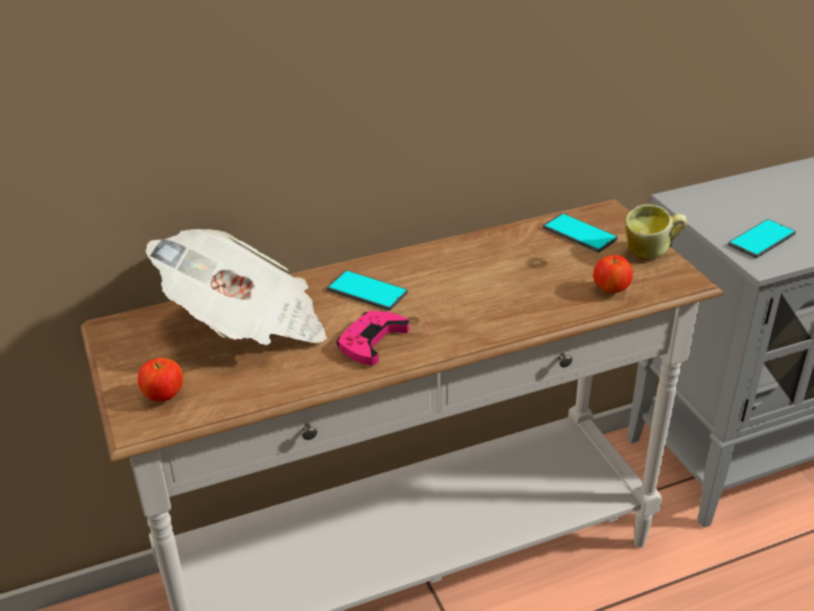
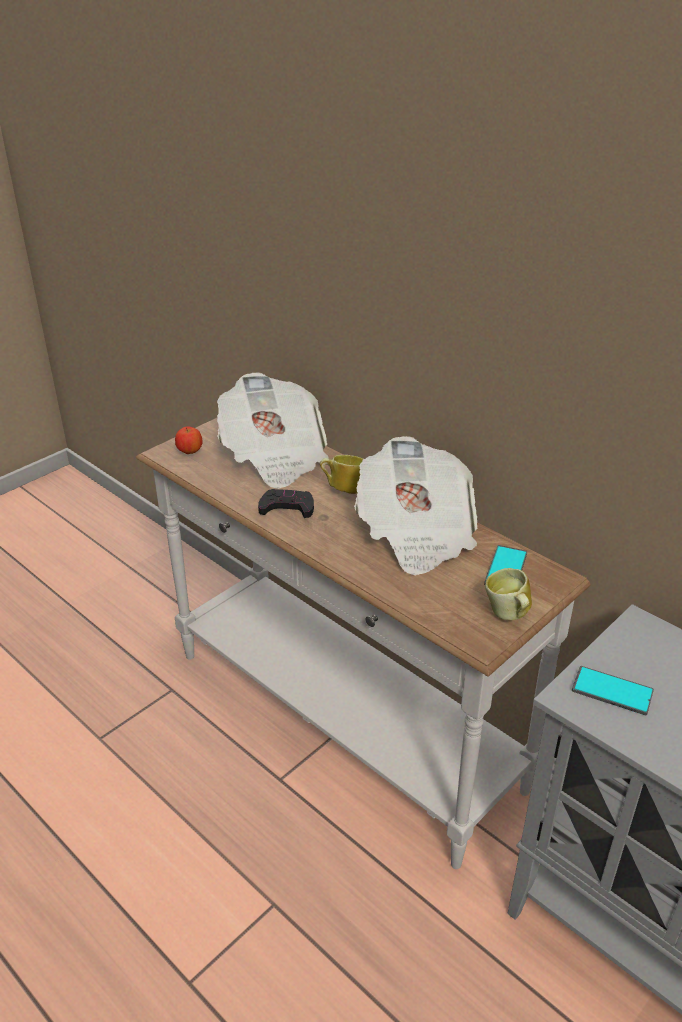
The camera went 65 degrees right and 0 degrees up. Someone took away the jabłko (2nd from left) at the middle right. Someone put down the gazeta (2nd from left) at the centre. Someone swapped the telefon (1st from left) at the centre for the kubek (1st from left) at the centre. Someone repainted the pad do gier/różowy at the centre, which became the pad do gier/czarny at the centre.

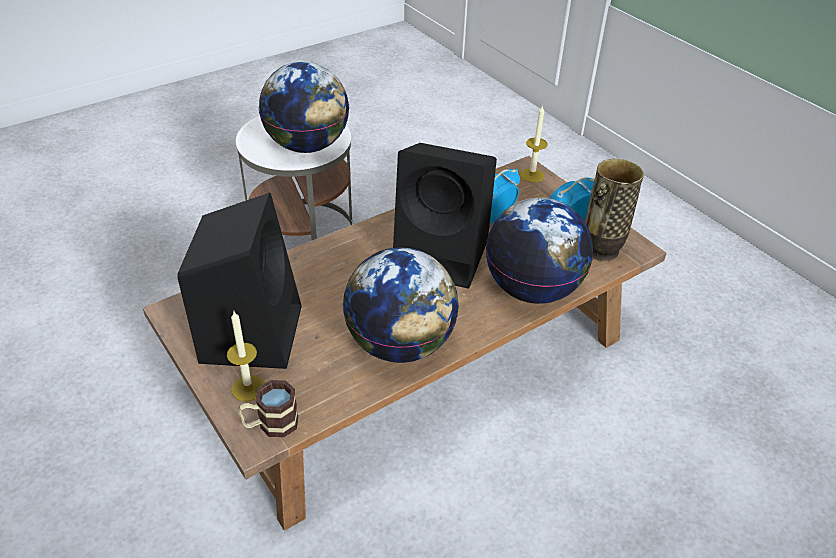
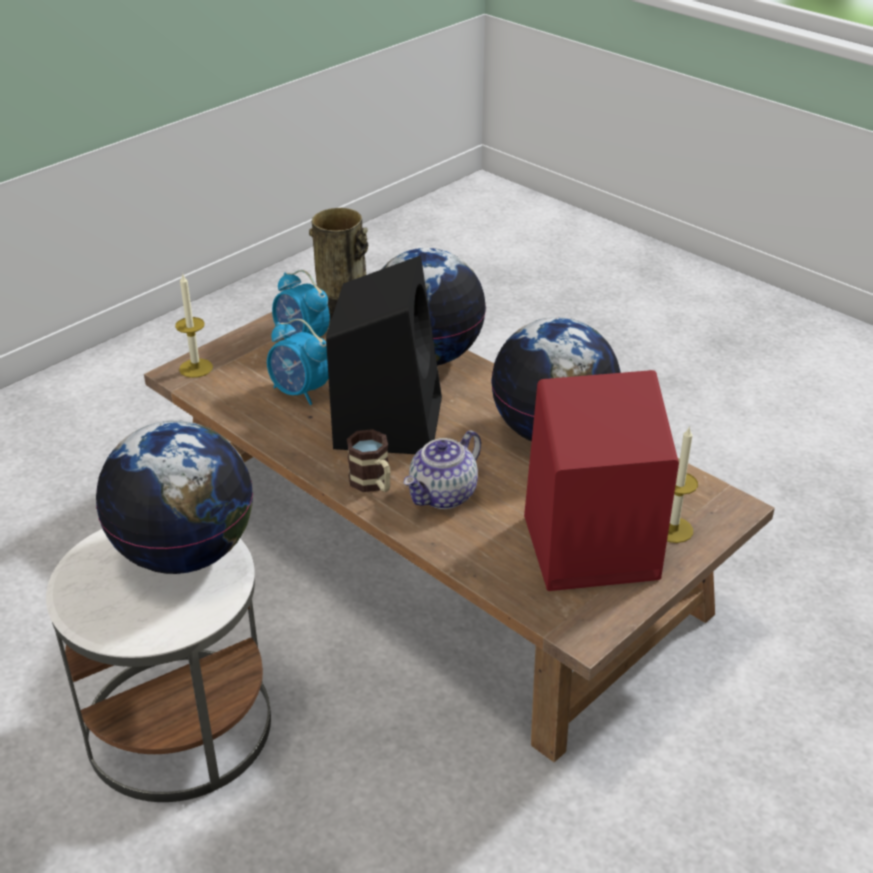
The camera went 100 degrees left and 5 degrees down. Someone put down the imbryk at the centre. Someone carried the kubek from the bottom left to the centre. Someone repainted the głośnik/czarny (1st from left) at the middle left, which became the głośnik/czerwony at the middle right.

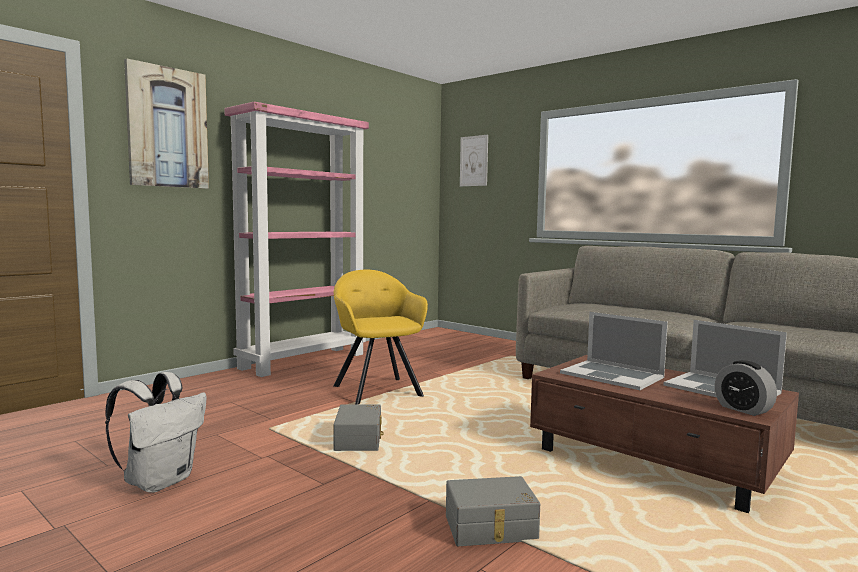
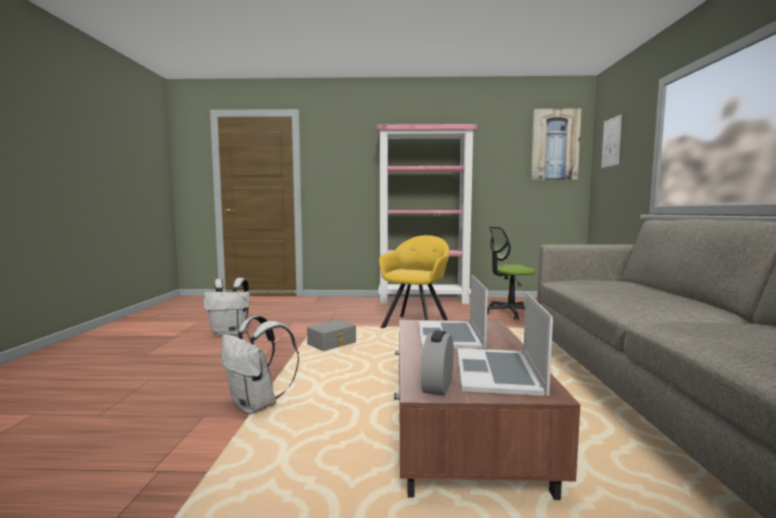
The camera went 50 degrees right and 0 degrees up. Someone put down the krzesło biurowe at the centre. Someone carried the obraz (1st from left) from the top left to the top right. Someone swapped the pojemnik do przechowywania/szary (2nd from left) at the bottom centre for the plecak/biały (2nd from left) at the bottom centre.

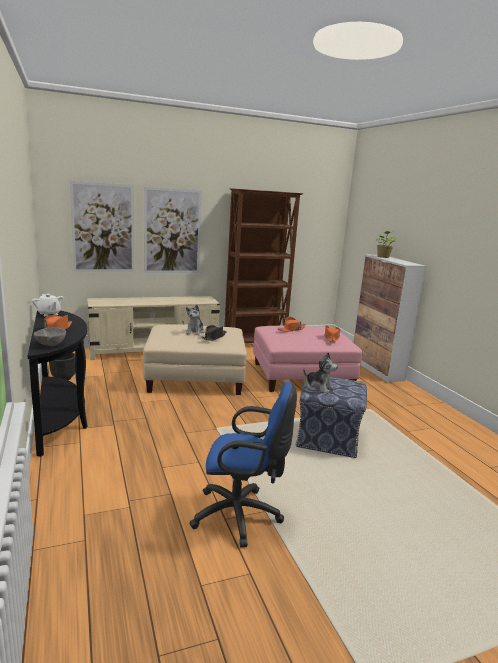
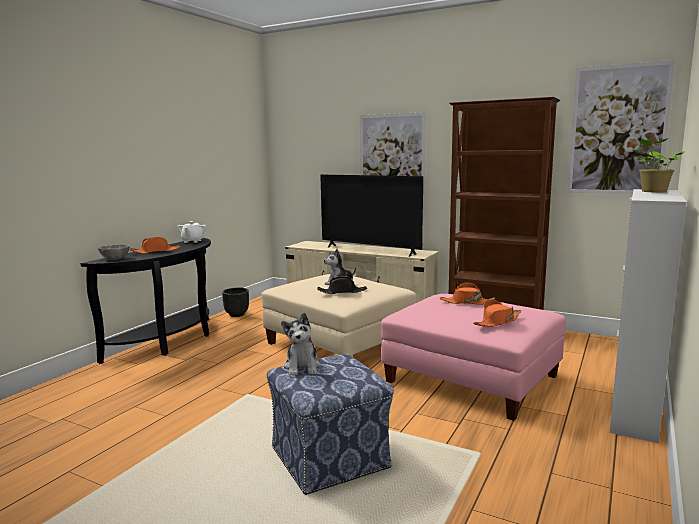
The camera went 50 degrees right and 5 degrees down. Someone took away the krzesło biurowe/niebieski at the bottom centre. Someone put down the telewizor at the centre. Someone carried the obraz (1st from left in the first image) from the middle left to the top right.

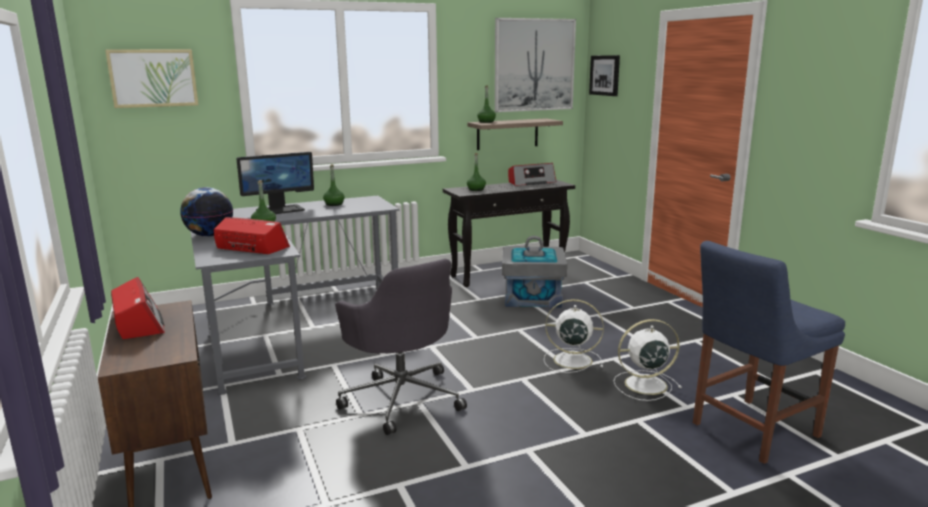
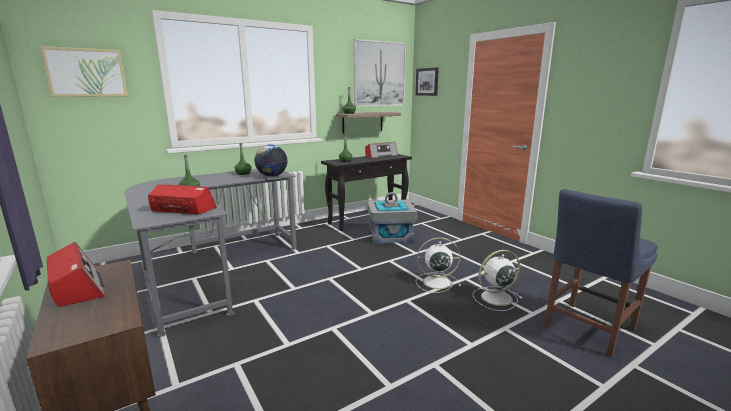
The camera went 10 degrees left and 0 degrees up. Someone took away the monitor at the middle left. Someone took away the krzesło biurowe/szary at the bottom centre. Someone carried the globus from the middle left to the centre.

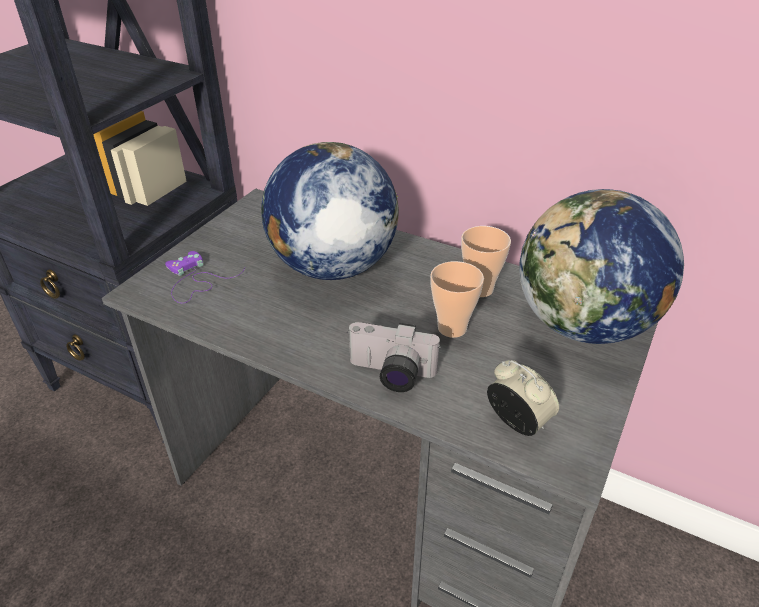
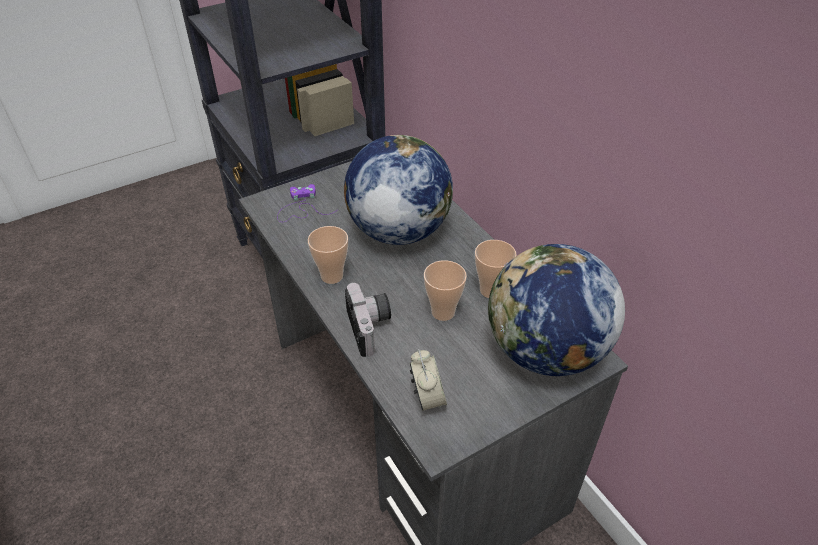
The camera went 30 degrees right and 5 degrees up. Someone put down the filiżanka (1st from left) at the centre. Someone rotated the aparat fotograficzny at the centre by 150 degrees counterclockwise.

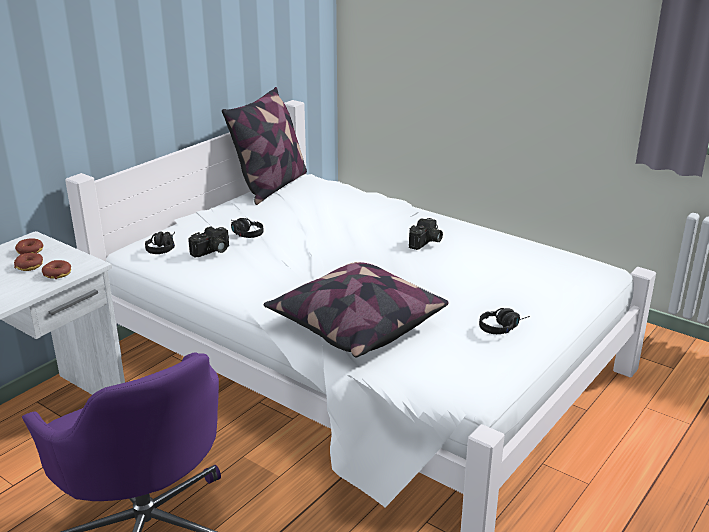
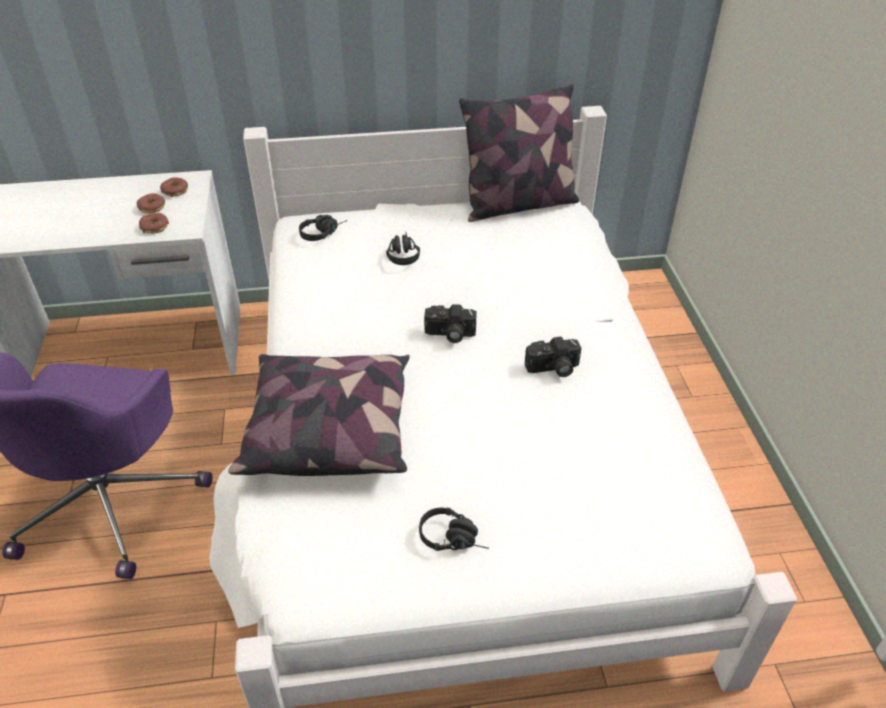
The camera went 45 degrees right and 15 degrees up. Someone carried the aparat fotograficzny (1st from left) from the middle left to the centre.

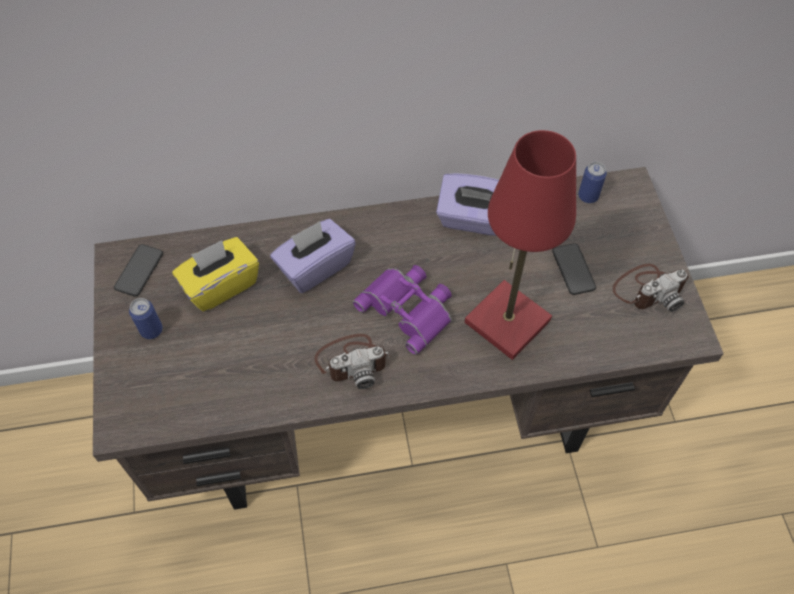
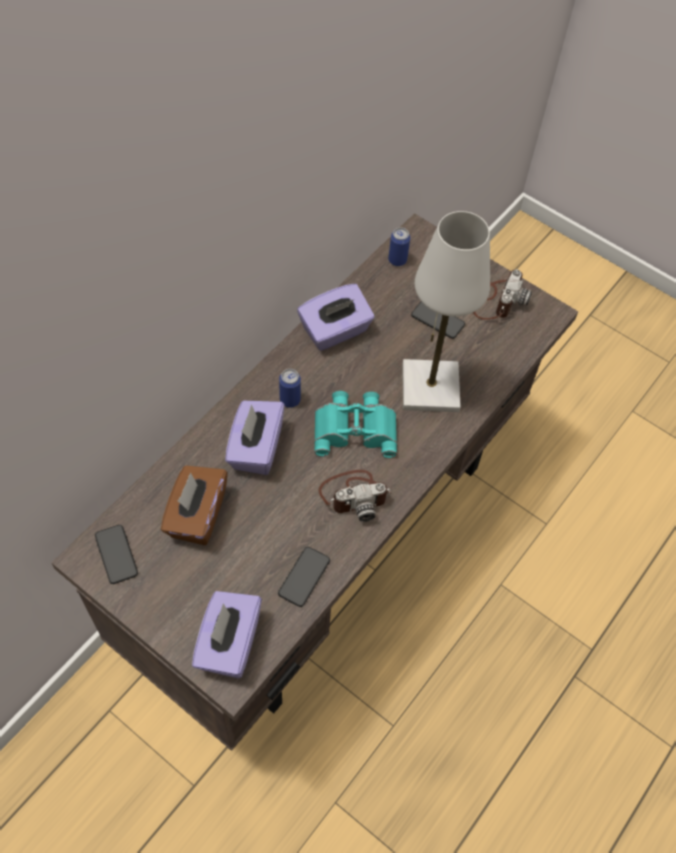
The camera went 45 degrees left and 0 degrees up. Someone put down the pudełko chusteczek/fioletowy (1st from left) at the bottom centre. Someone put down the telefon (2nd from left) at the bottom centre. Someone carried the puszka (1st from left) from the middle left to the centre. Someone repainted the pudełko chusteczek/żółty at the middle left, which became the pudełko chusteczek/brązowy at the middle left. Someone repainted the lornetka/fioletowy at the centre, which became the lornetka/turkusowy at the centre. Someone repainted the lampa stołowa/czerwony at the centre, which became the lampa stołowa/biały at the centre. Someone rotated the aparat fotograficzny (1st from left) at the centre by 45 degrees clockwise.

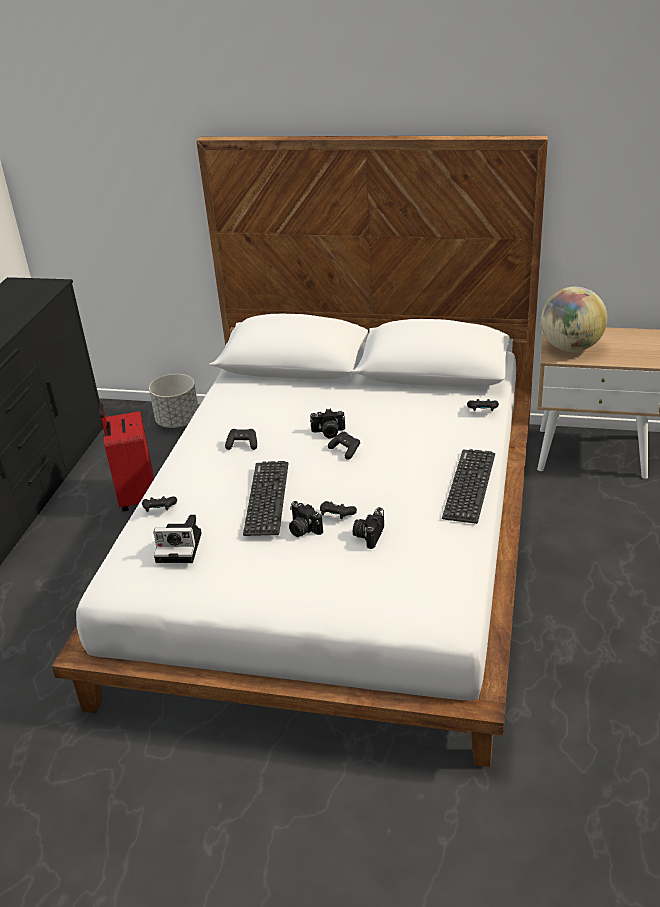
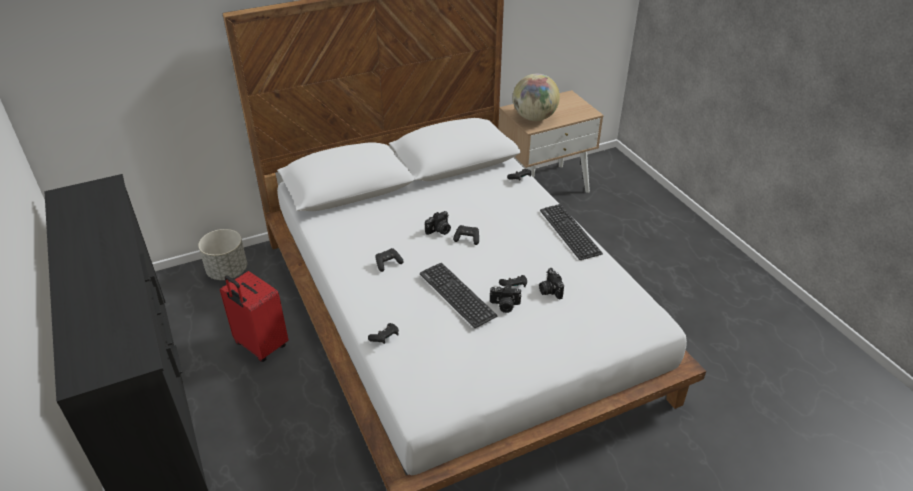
The camera went 40 degrees left and 5 degrees up. Someone took away the aparat fotograficzny (1st from left) at the middle left.

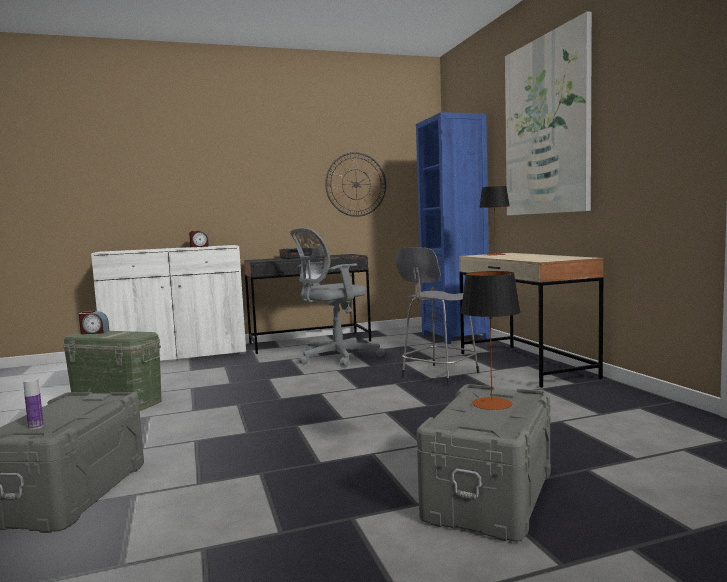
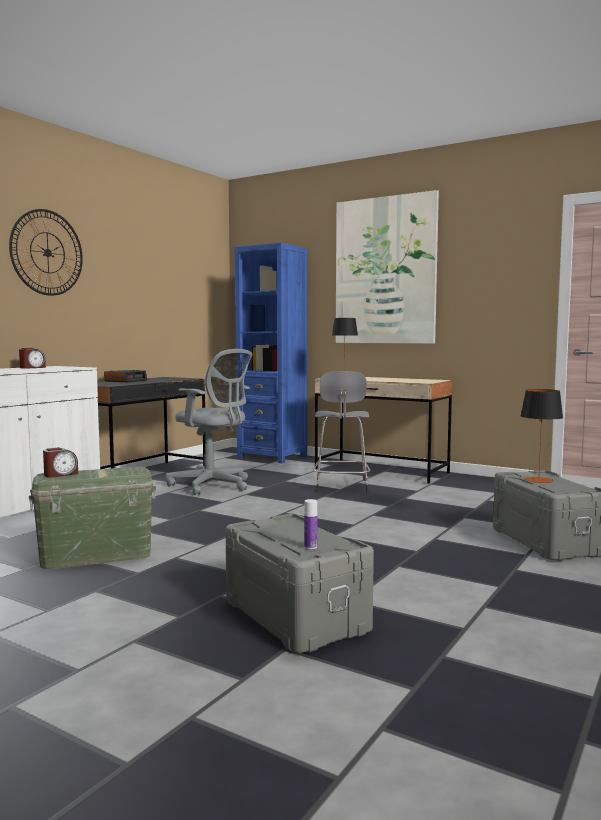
The camera went 40 degrees left and 0 degrees up. Someone carried the zegar ścienny from the top centre to the top left. Someone rotated the krzesło biurowe/szary at the centre by 75 degrees counterclockwise.

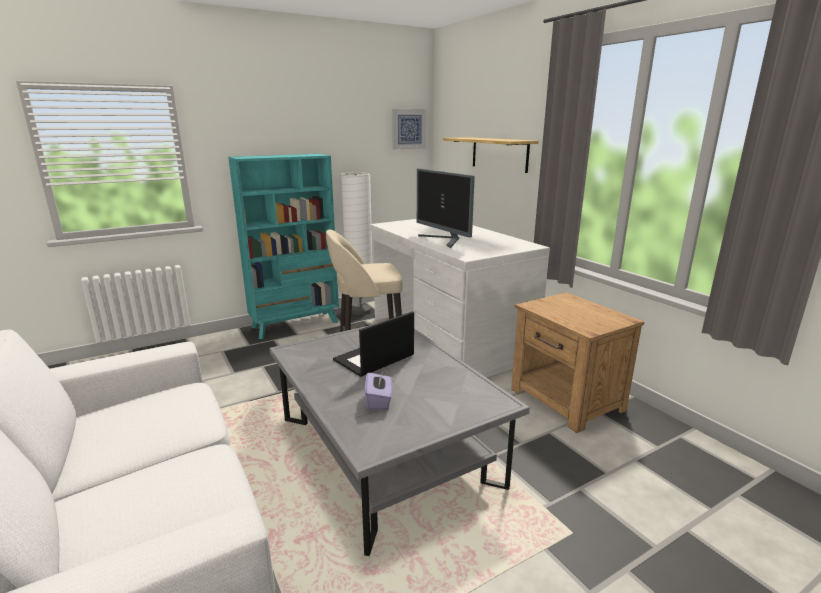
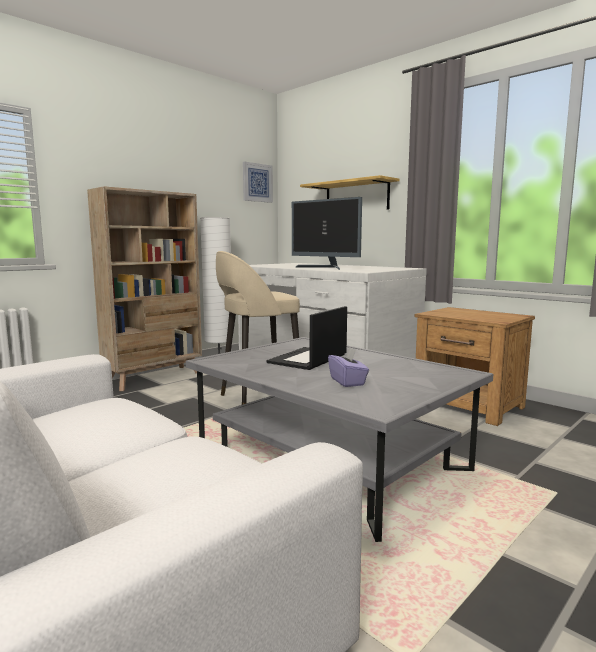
The camera went 15 degrees left and 10 degrees down. Someone repainted the regał/turkusowy at the centre, which became the regał/beżowy at the middle left.

